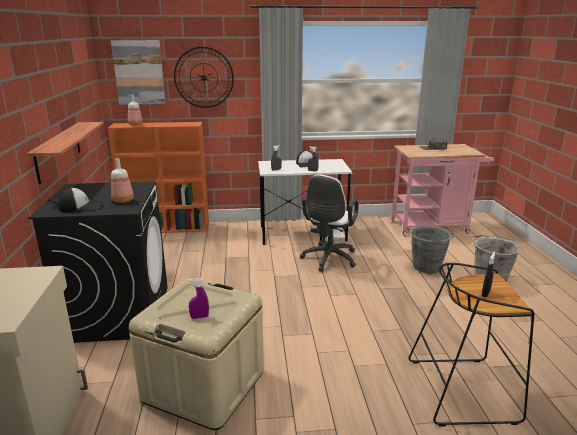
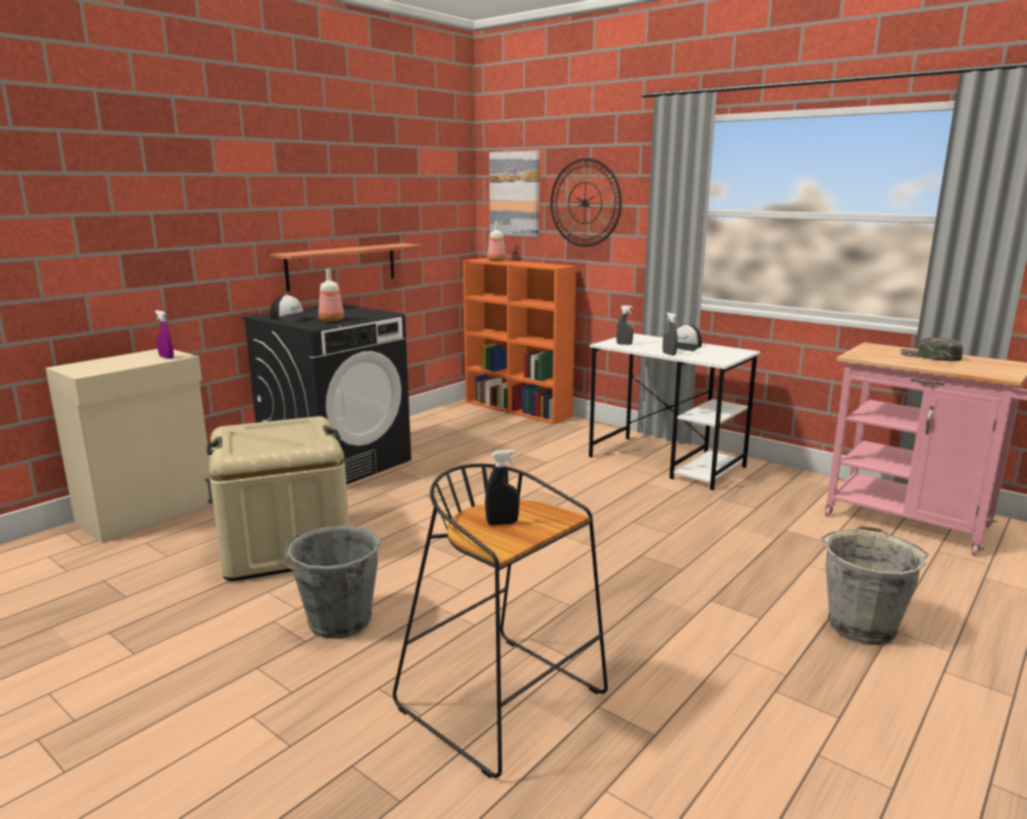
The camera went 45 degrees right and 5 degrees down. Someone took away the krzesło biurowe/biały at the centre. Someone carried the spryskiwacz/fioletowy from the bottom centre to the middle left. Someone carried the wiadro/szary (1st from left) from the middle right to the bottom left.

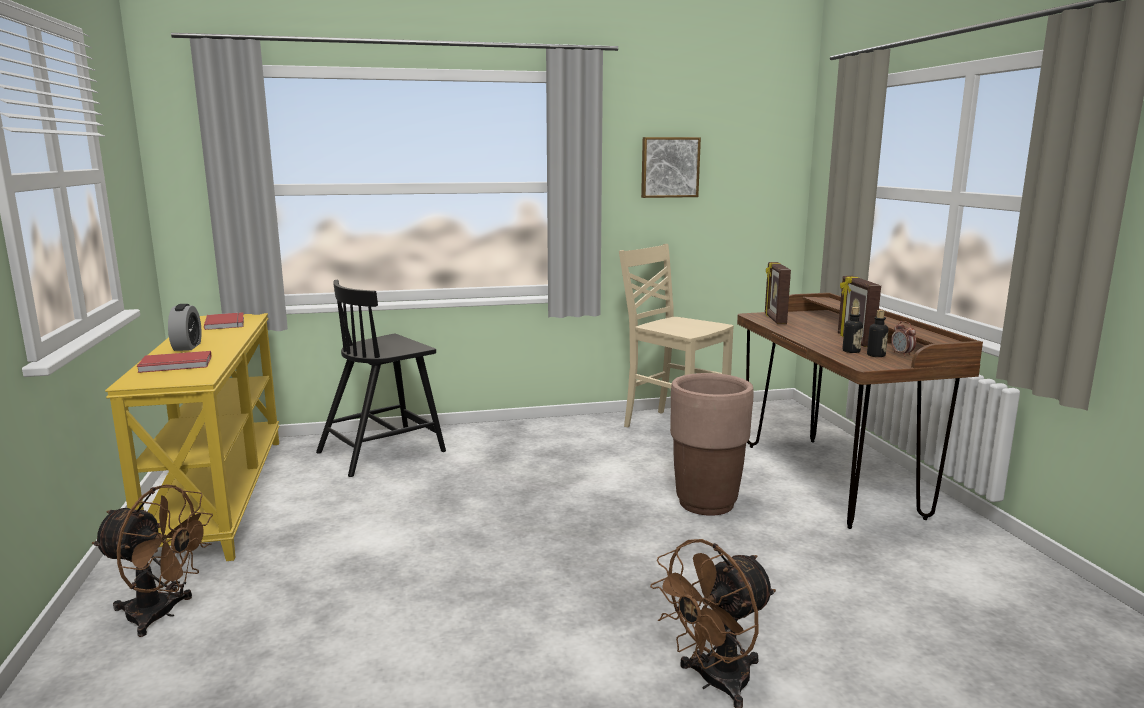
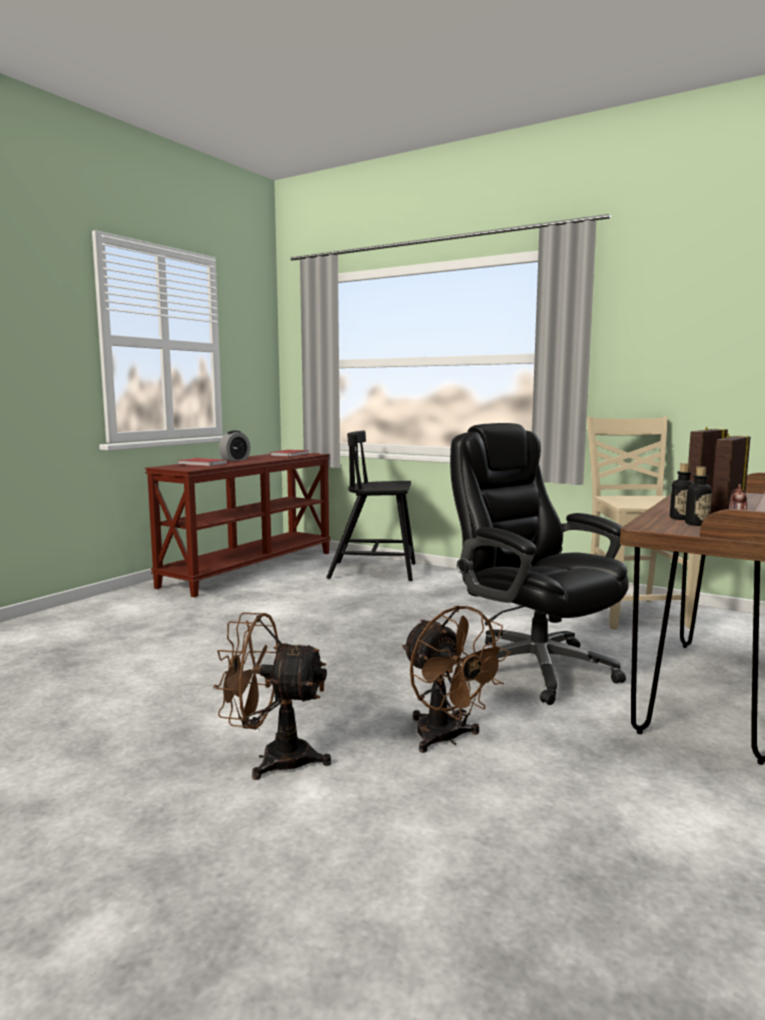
The camera went 45 degrees right and 5 degrees down. Someone took away the obraz at the top centre. Someone carried the wentylator/brązowy (1st from left in the first image) from the bottom left to the centre. Someone swapped the donica/brązowy at the centre for the krzesło biurowe/czarny at the middle right. Someone repainted the stolik konsolowy/żółty at the middle left, which became the stolik konsolowy/brązowy at the middle left.

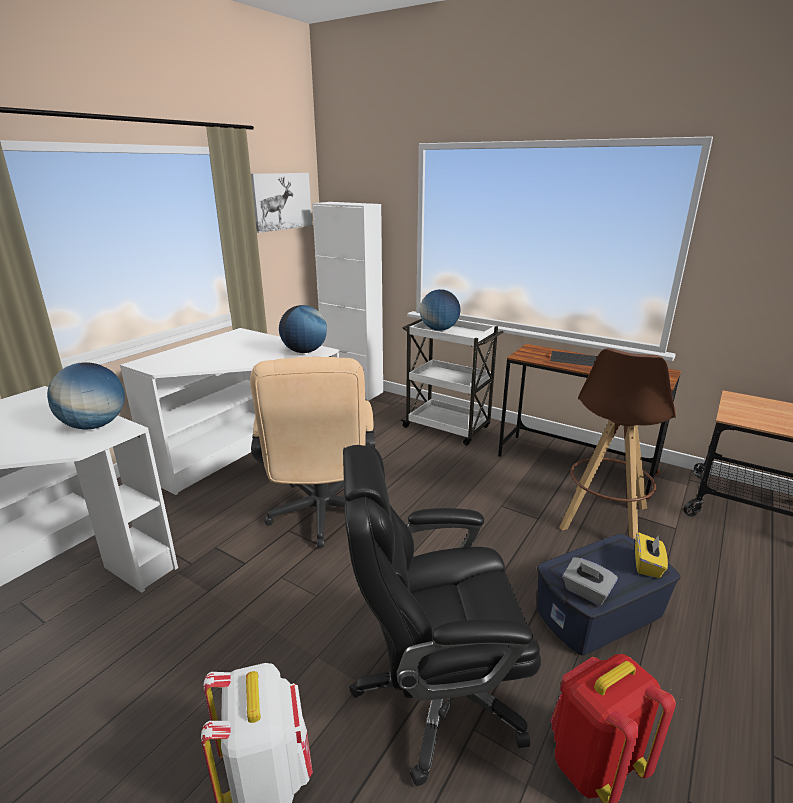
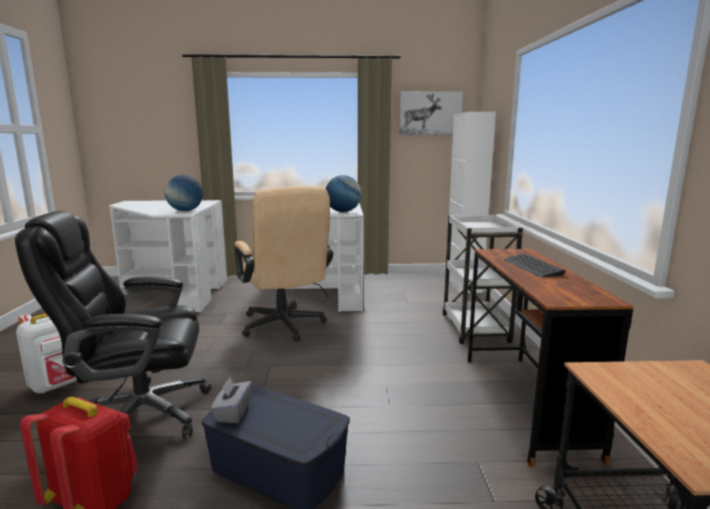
The camera went 55 degrees right and 10 degrees down. Someone took away the globus (3rd from left) at the centre. Someone took away the stołek/brązowy at the middle right. Someone took away the pudełko chusteczek/żółty at the bottom right. Someone rotated the krzesło biurowe/beżowy at the centre by 75 degrees counterclockwise. Someone rotated the krzesło biurowe/czarny at the bottom centre by 60 degrees counterclockwise.

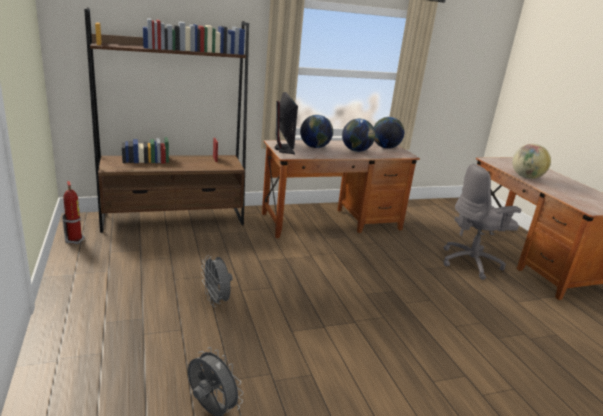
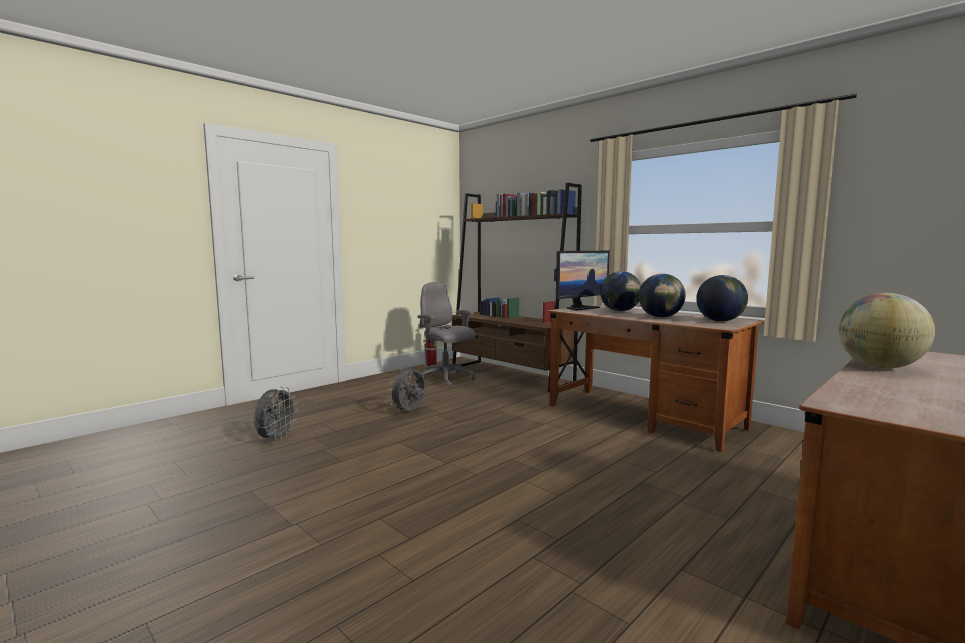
The camera went 65 degrees right and 15 degrees down. Someone carried the krzesło biurowe/szary from the middle right to the centre.

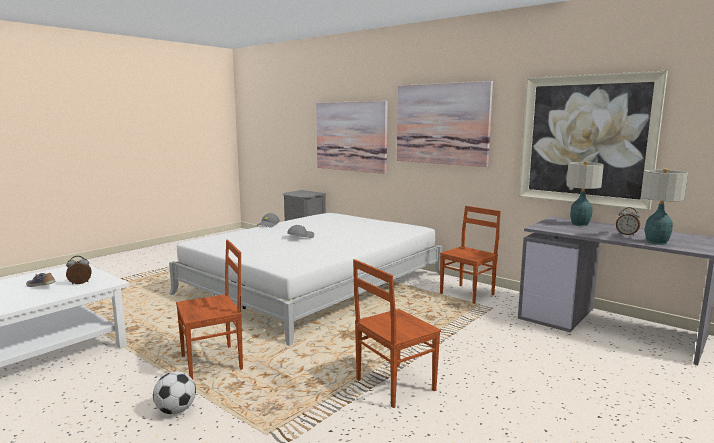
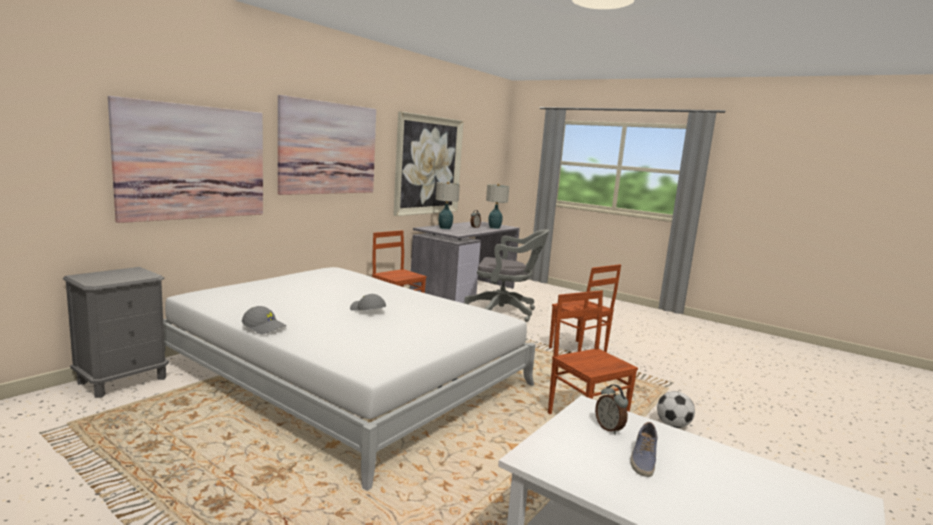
The camera went 95 degrees left and 0 degrees up. Someone put down the krzesło biurowe/szary at the centre.

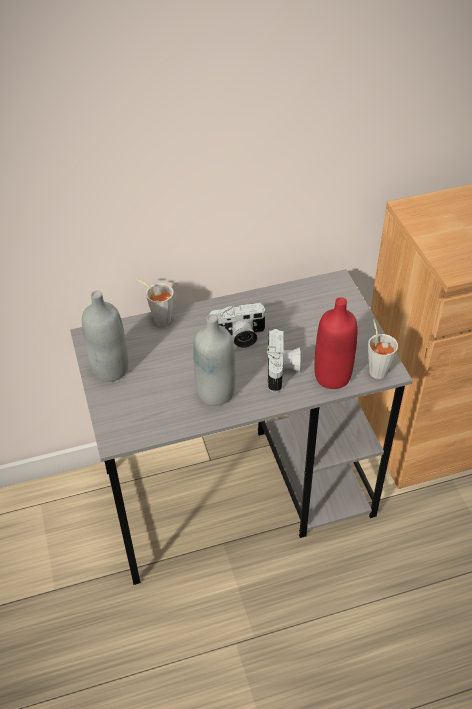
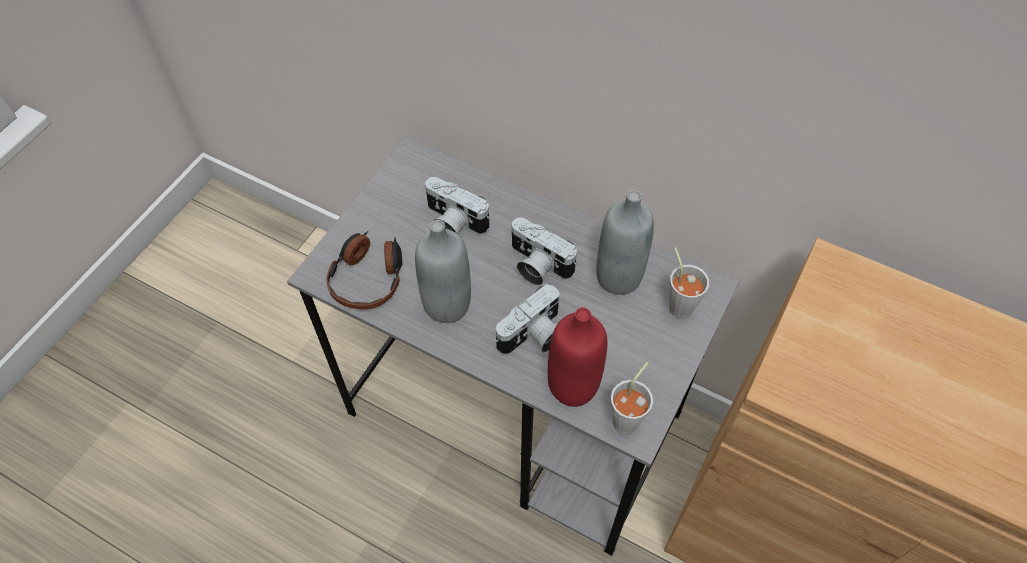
The camera went 45 degrees right and 10 degrees up. Someone put down the słuchawki at the centre. Someone put down the aparat fotograficzny (1st from left) at the centre. Someone carried the butelka/szary (1st from left in the first image) from the middle left to the centre. Someone carried the filiżanka/szary (1st from left in the first image) from the middle left to the middle right.

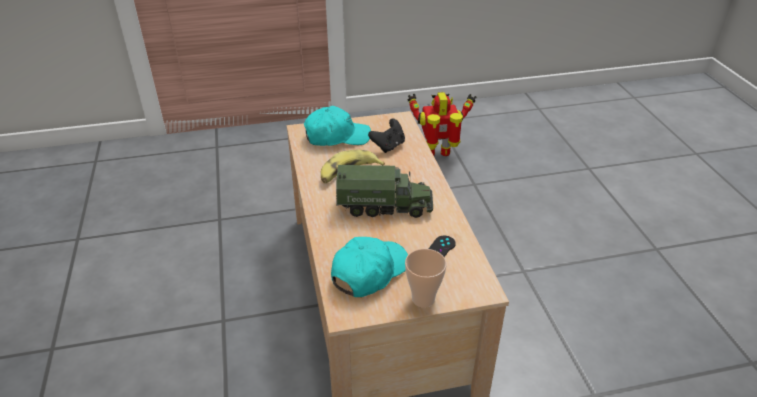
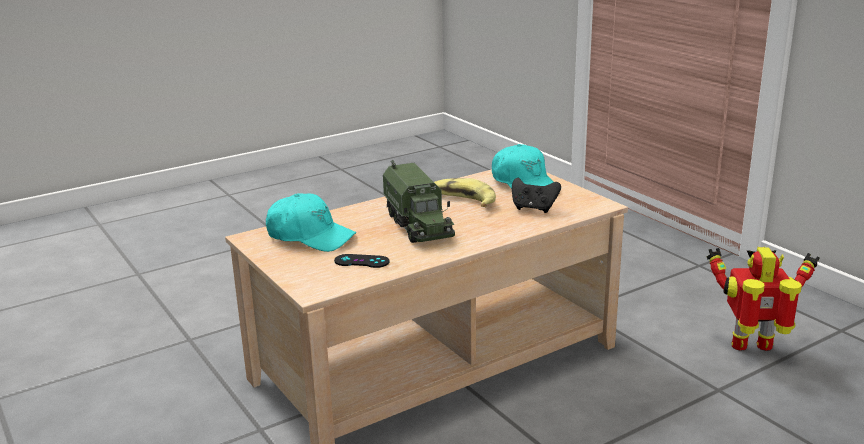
The camera went 70 degrees right and 15 degrees down. Someone took away the filiżanka at the bottom centre. Someone rotated the robot zabawkowy at the top centre by 60 degrees counterclockwise.

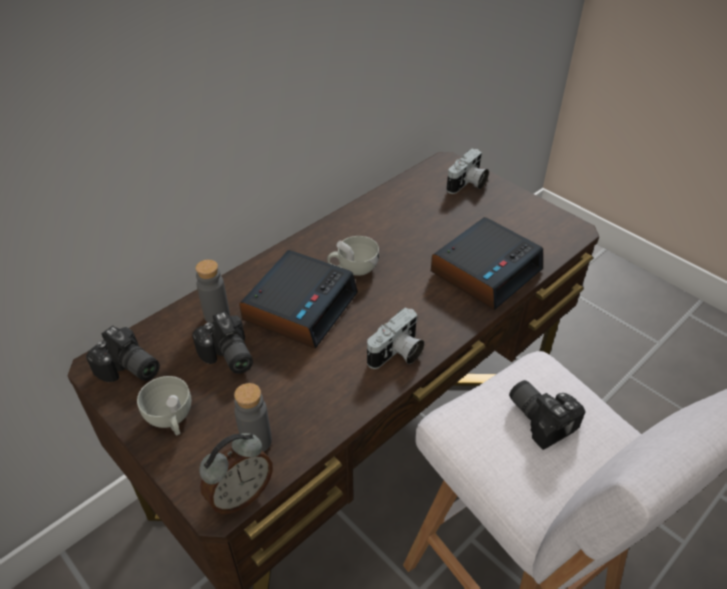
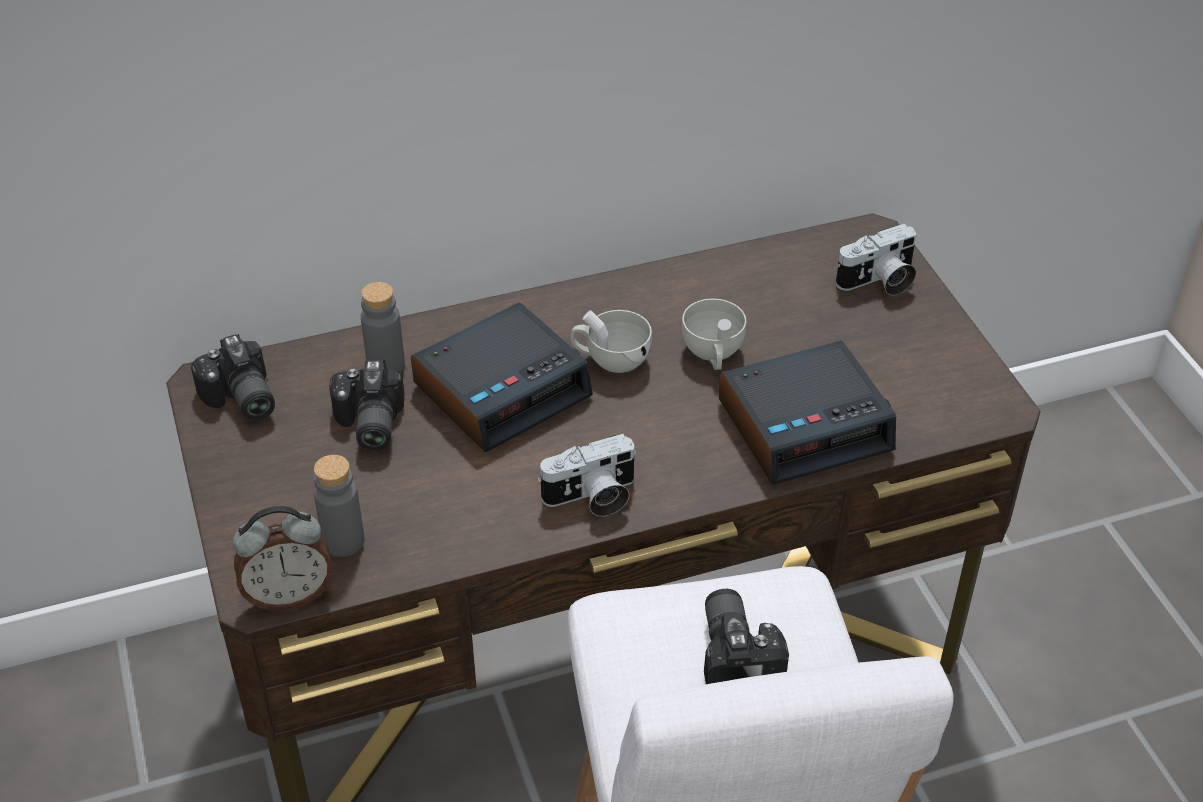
The camera went 25 degrees right and 0 degrees up. Someone carried the filiżanka/biały (1st from left in the first image) from the bottom left to the centre.

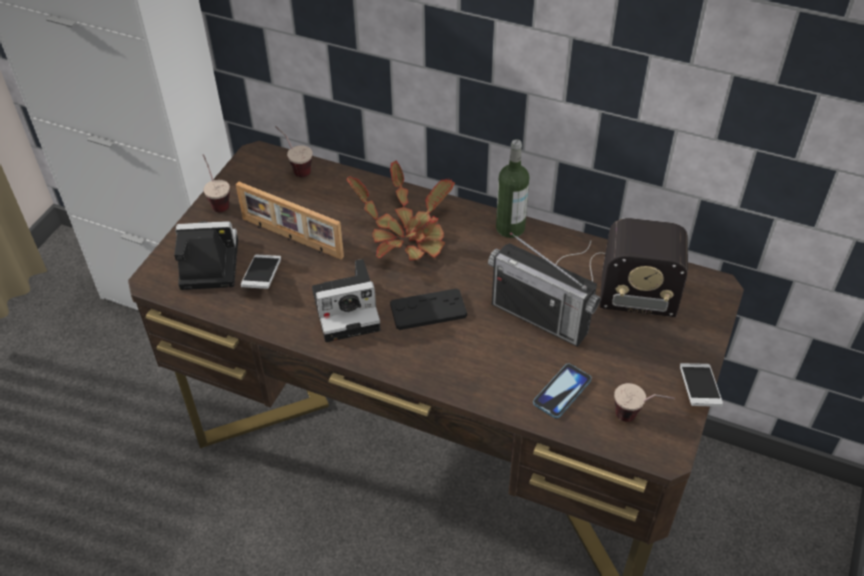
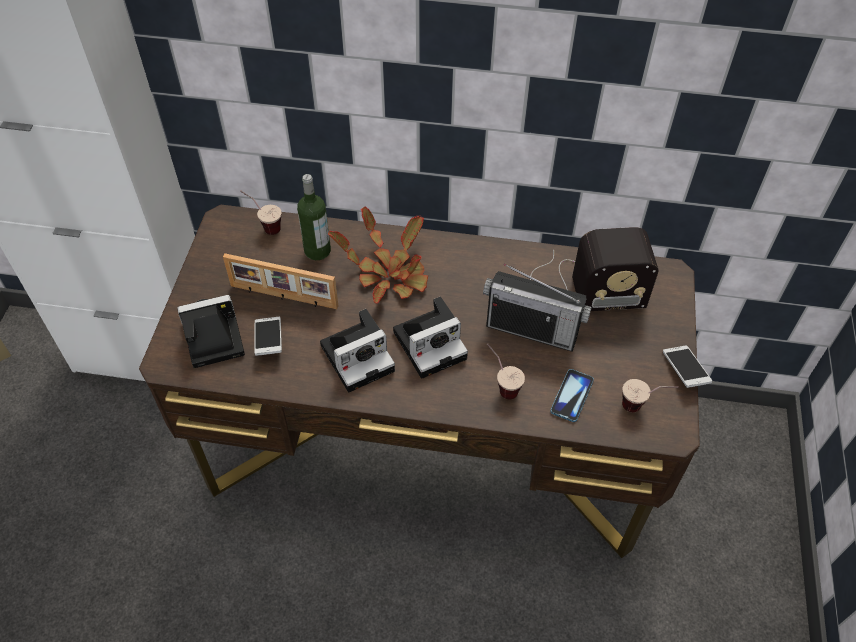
The camera went 15 degrees left and 5 degrees up. Someone carried the filiżanka (1st from left in the first image) from the top left to the centre. Someone carried the butelka from the top centre to the centre. Someone swapped the pad do gier/czarny at the centre for the aparat fotograficzny (3rd from left) at the centre.

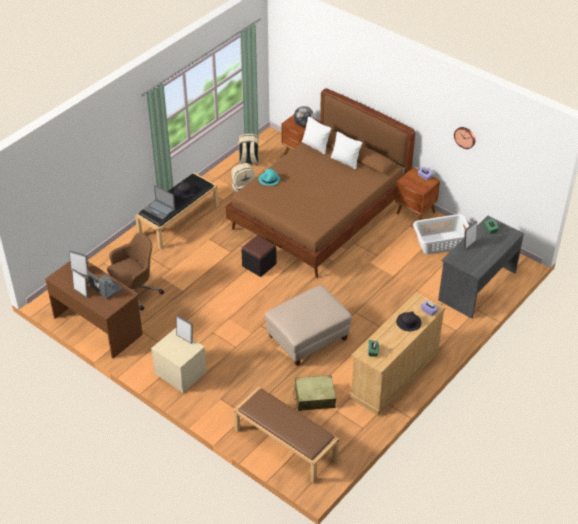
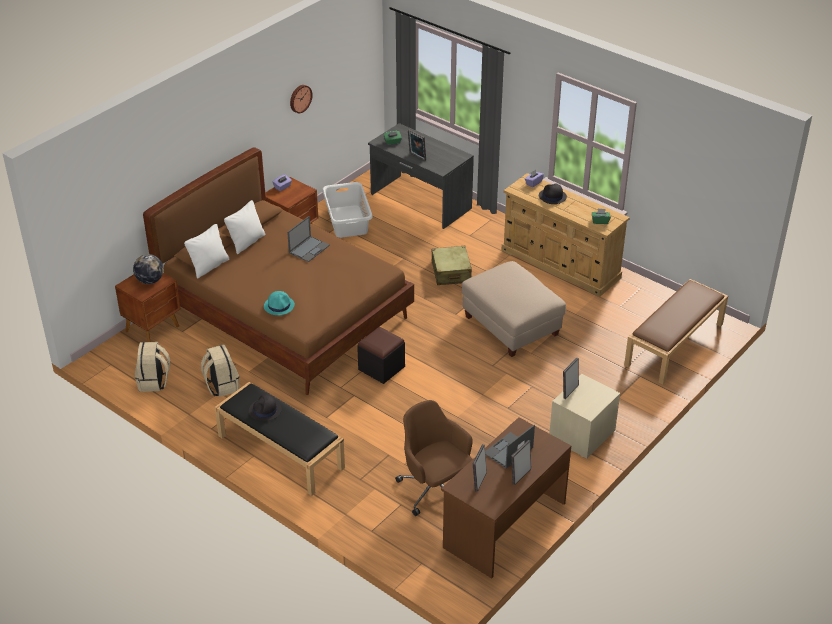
The camera went 90 degrees left and 5 degrees down. Someone carried the laptop (2nd from left in the first image) from the middle left to the centre. Someone carried the walizka/beżowy from the bottom centre to the centre.

